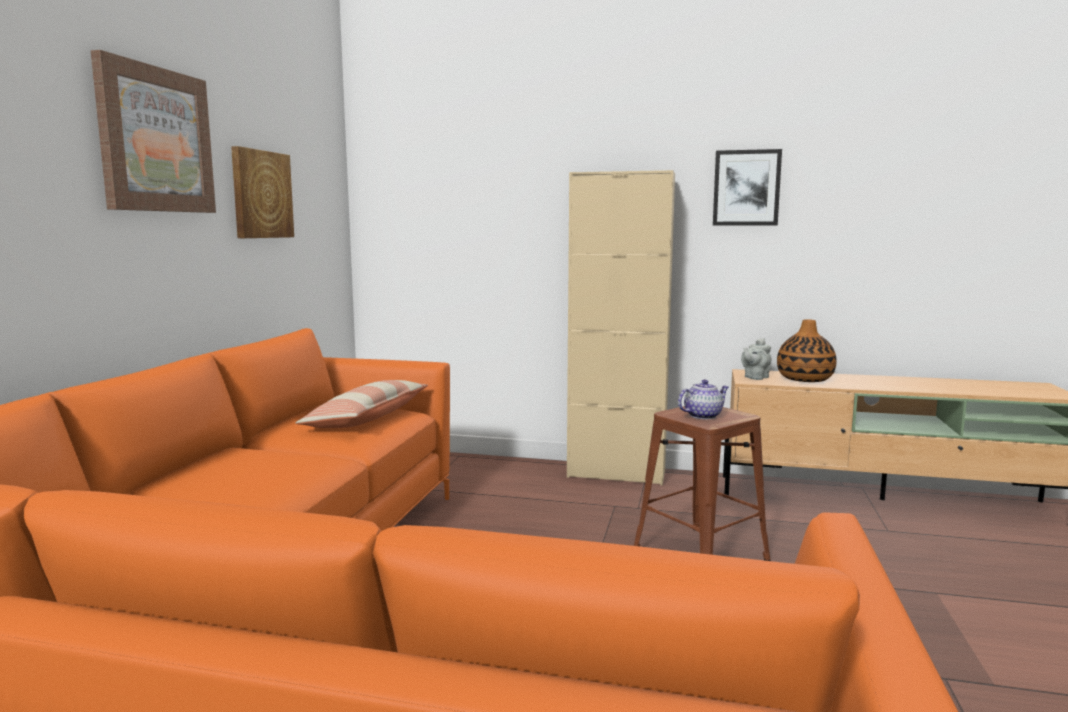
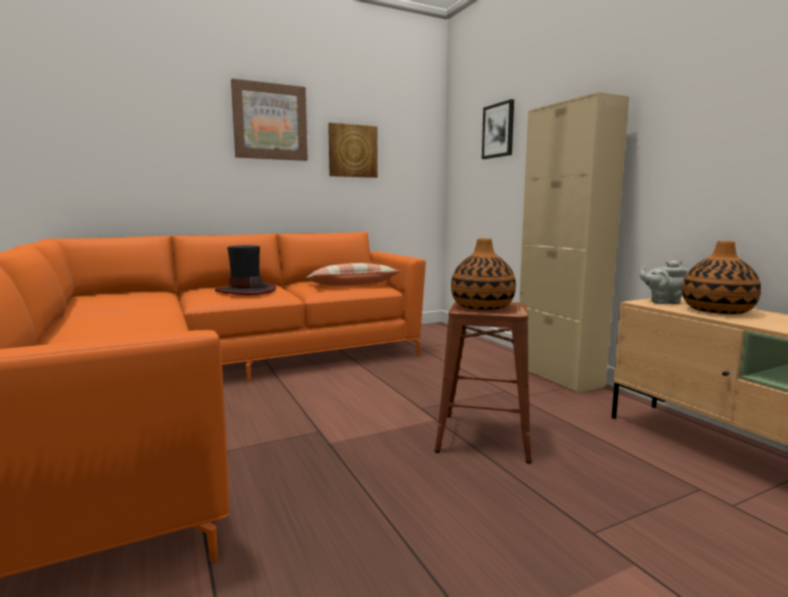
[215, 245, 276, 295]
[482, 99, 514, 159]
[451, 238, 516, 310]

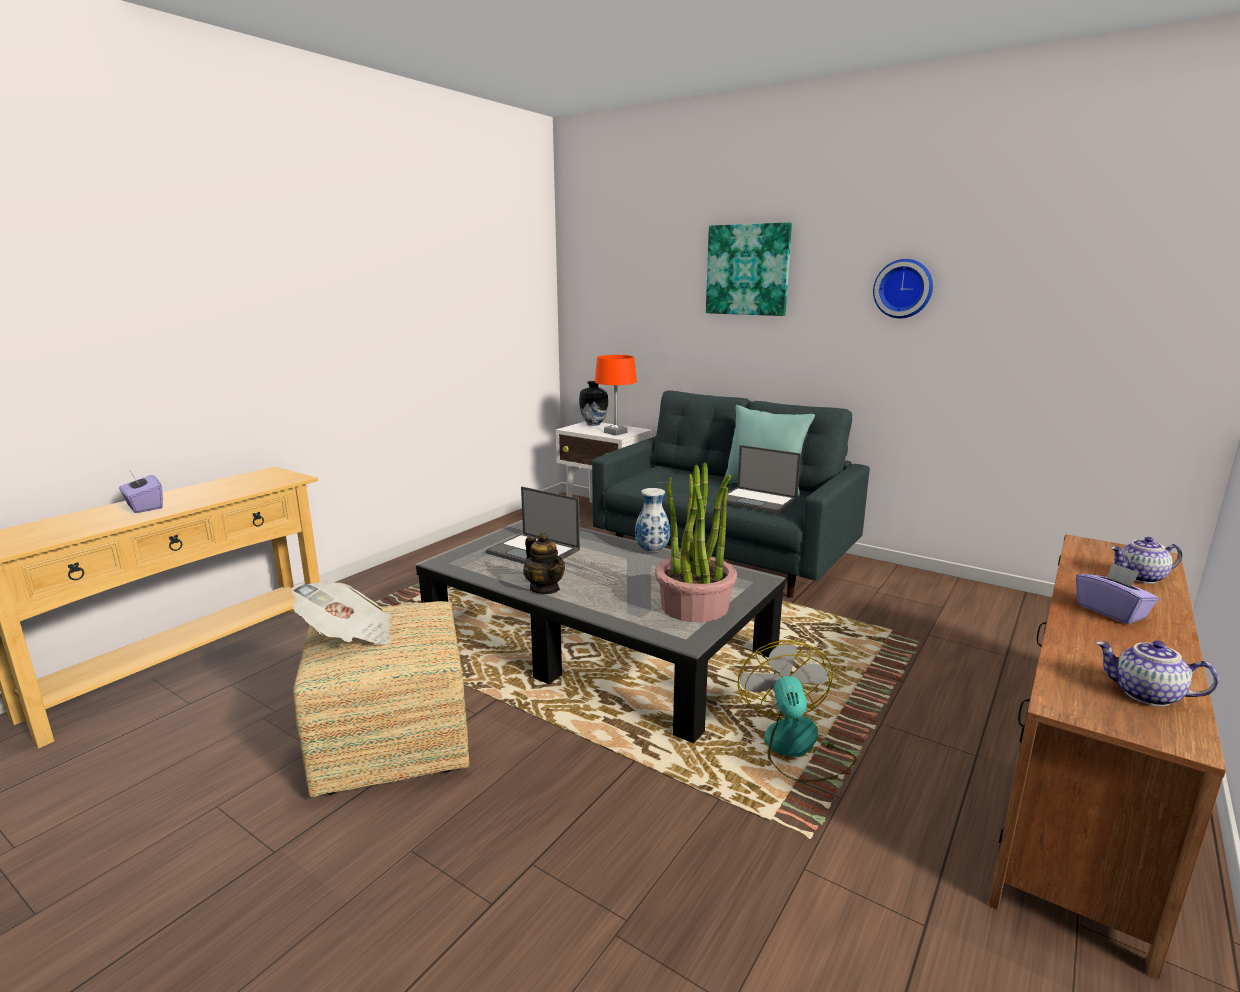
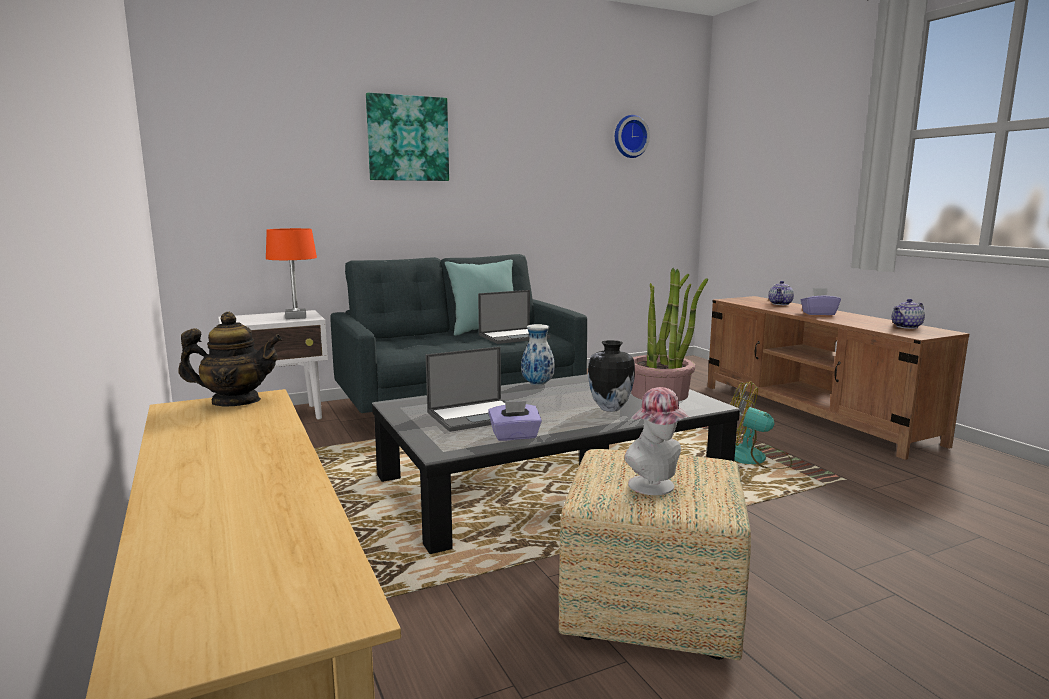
[488, 401, 542, 441]
[178, 312, 282, 407]
[588, 340, 635, 412]
[615, 115, 650, 158]
[625, 387, 691, 495]

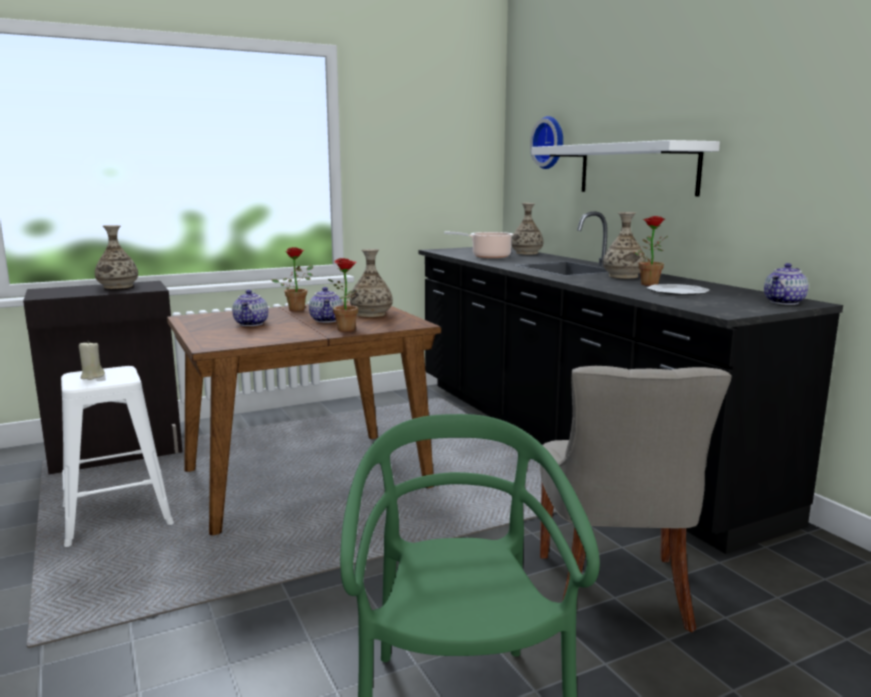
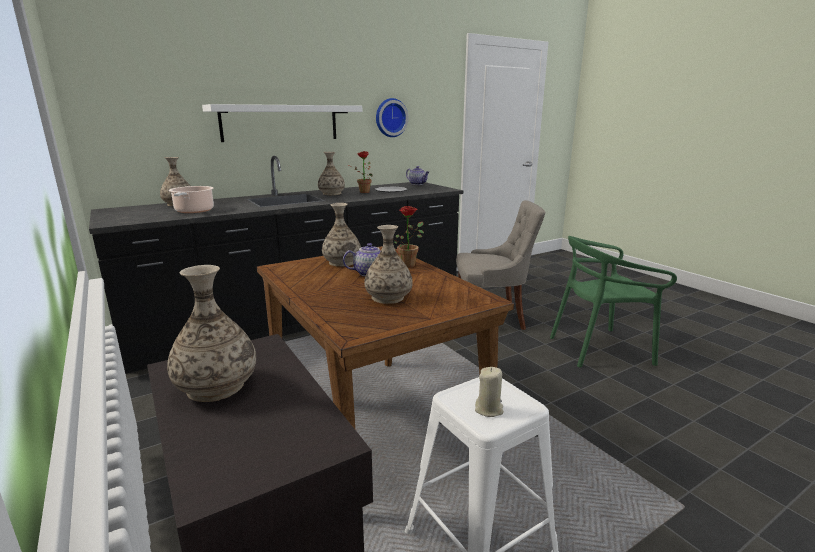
[271, 247, 313, 311] (first image)
[376, 98, 408, 137]
[364, 225, 413, 304]

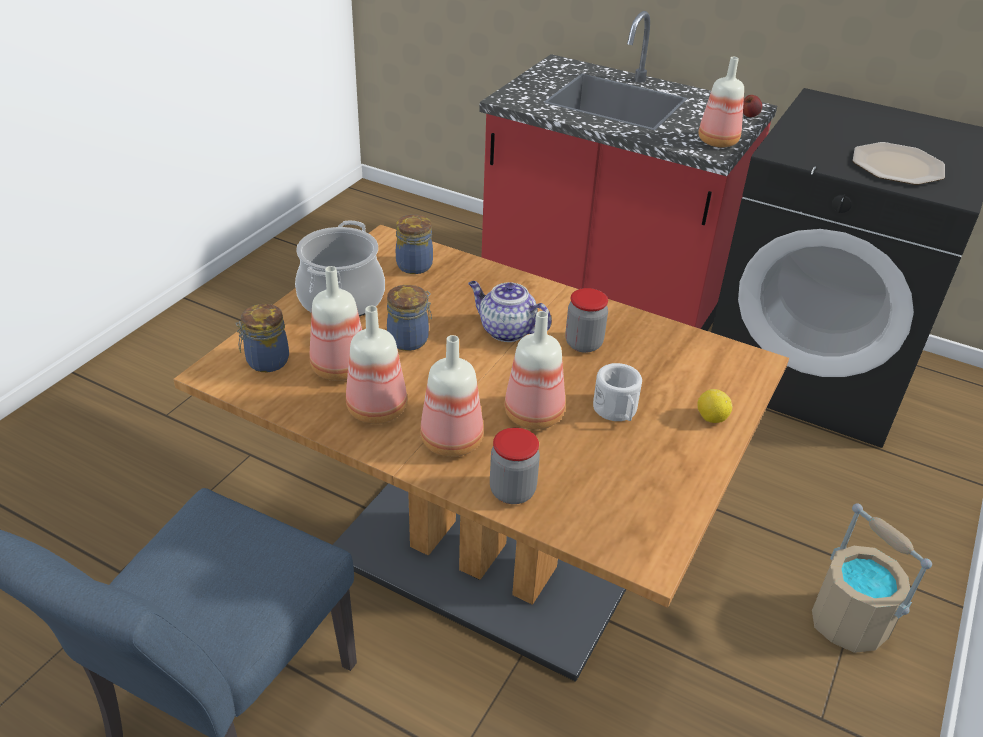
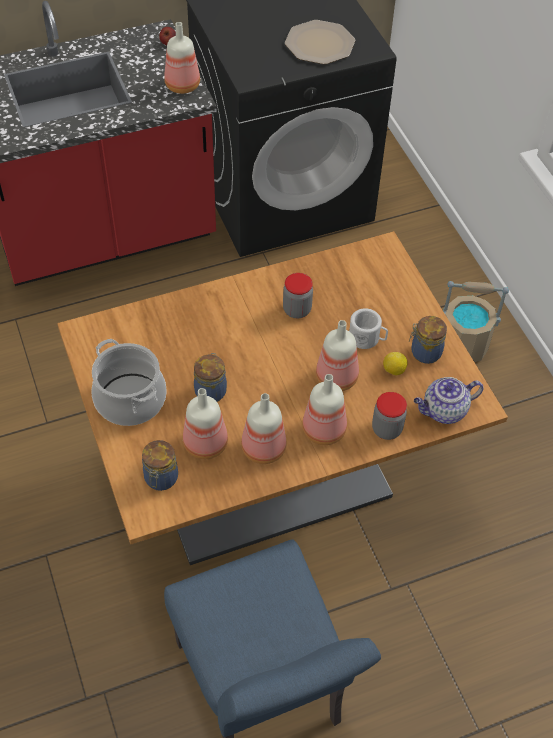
[409, 316, 447, 364]
[414, 377, 483, 424]
[383, 352, 408, 375]

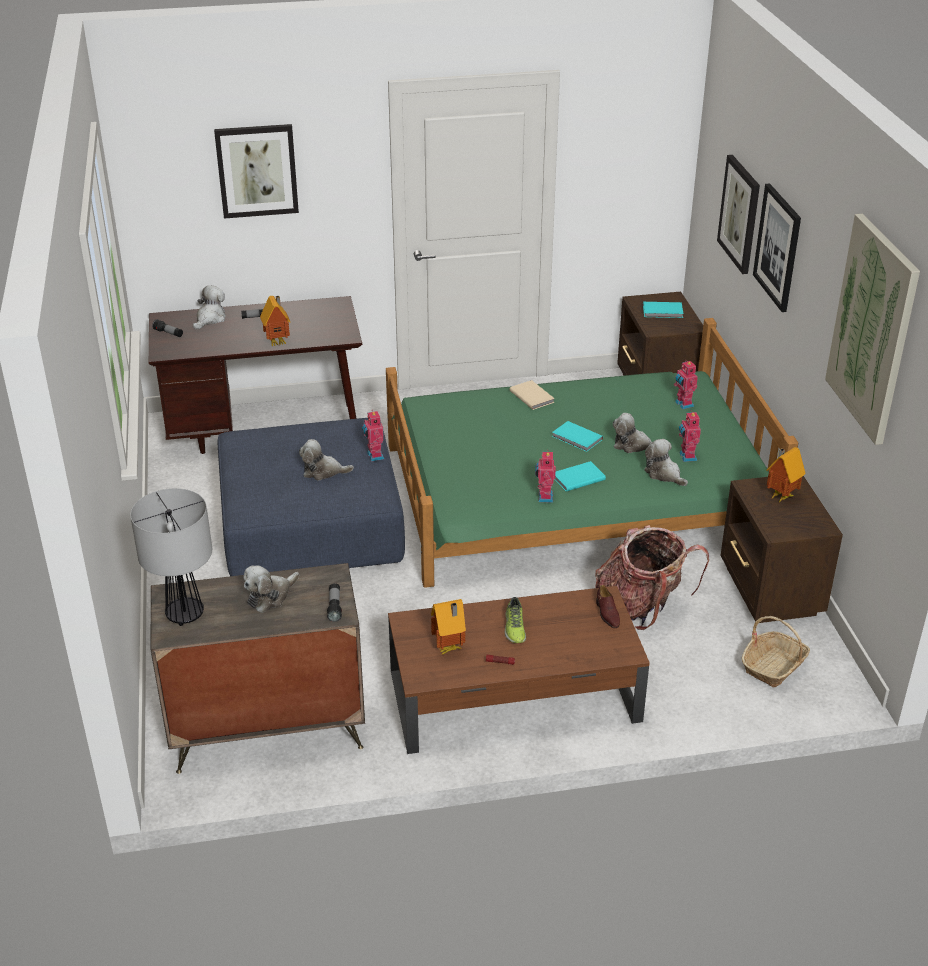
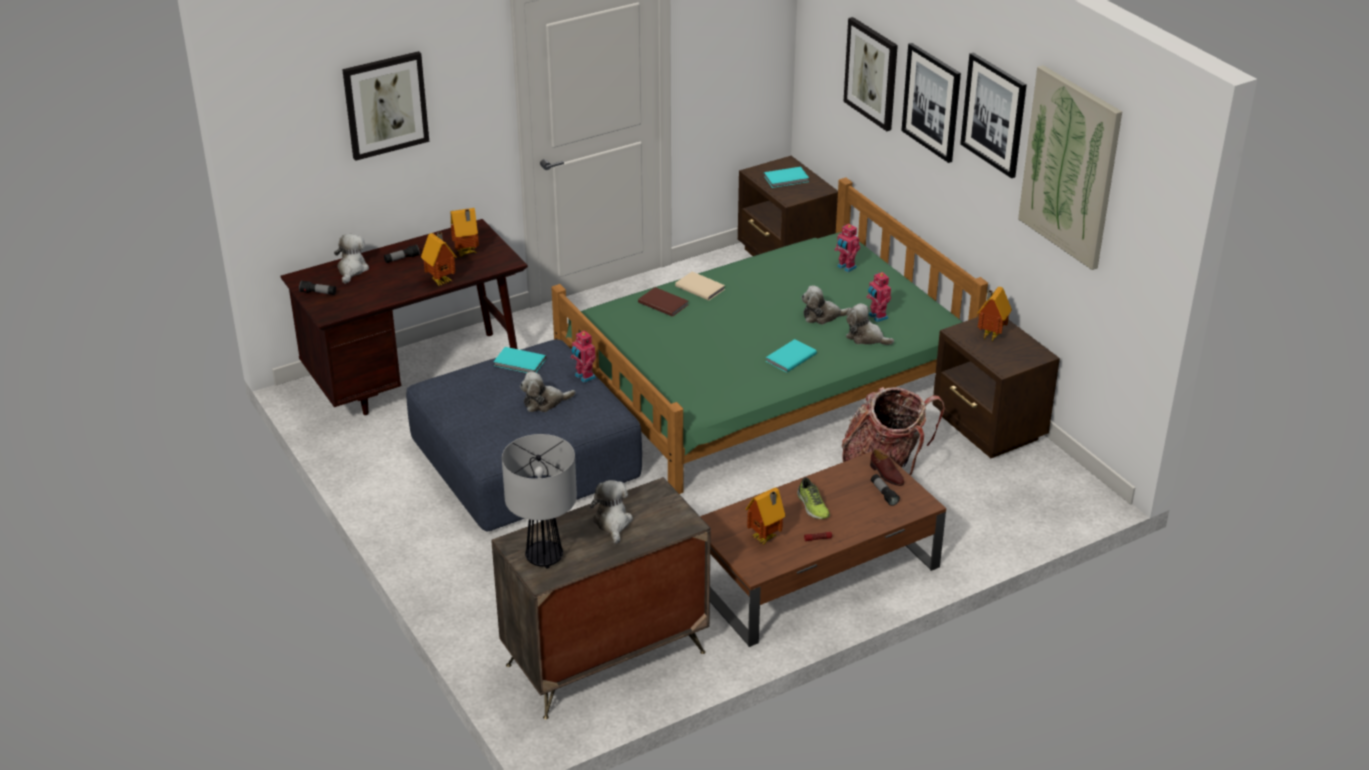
[535, 452, 556, 503] (first image)
[742, 616, 810, 687] (first image)
[451, 208, 479, 256]
[638, 287, 688, 317]
[960, 52, 1027, 178]
[871, 474, 900, 506]
[494, 347, 546, 373]
[590, 480, 633, 544]

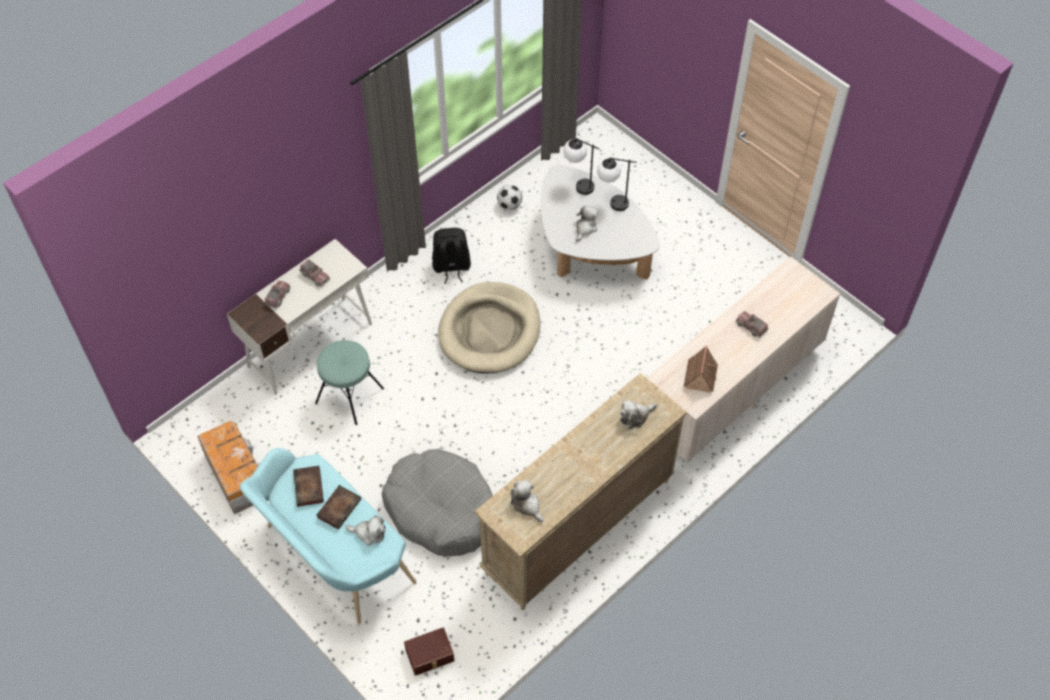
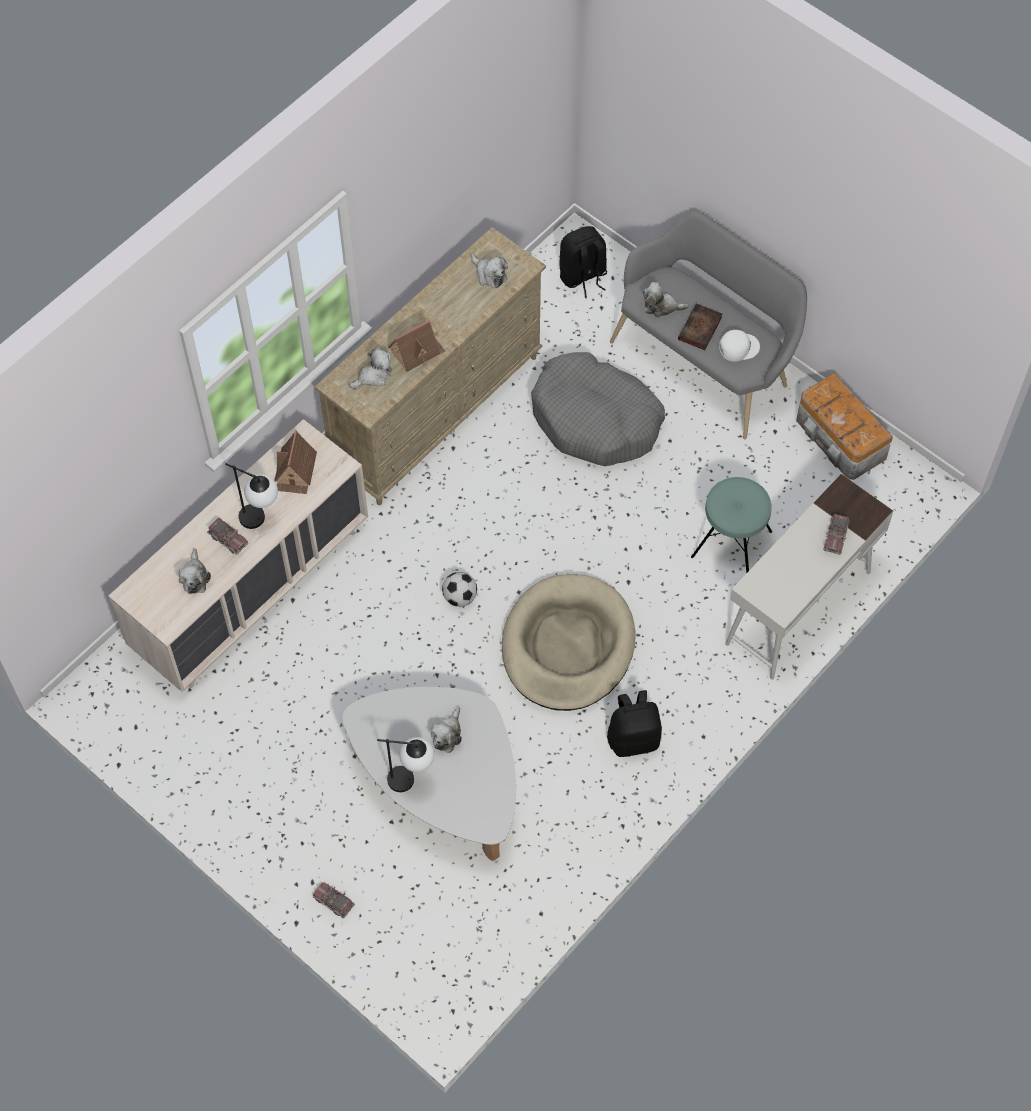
[178, 549, 211, 594]
[388, 320, 445, 372]
[313, 882, 355, 919]
[442, 572, 477, 607]
[225, 463, 278, 529]
[719, 330, 760, 362]
[559, 226, 607, 298]
[610, 211, 807, 439]

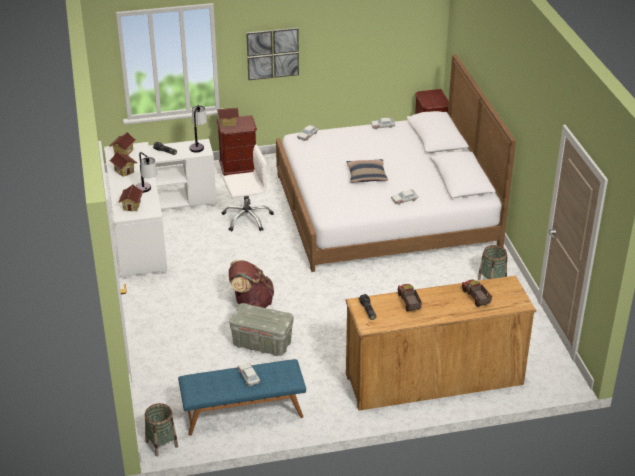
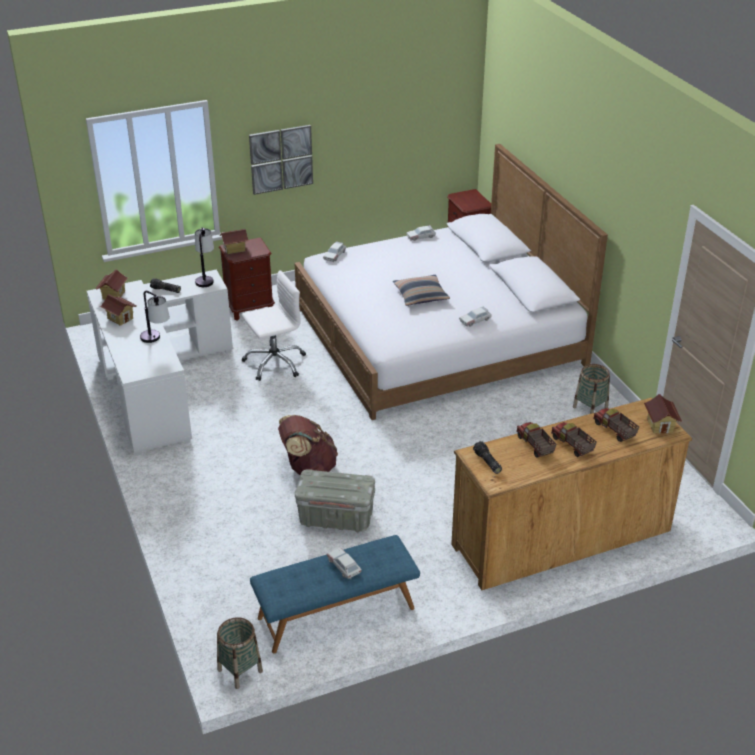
[551, 422, 597, 457]
[644, 394, 682, 434]

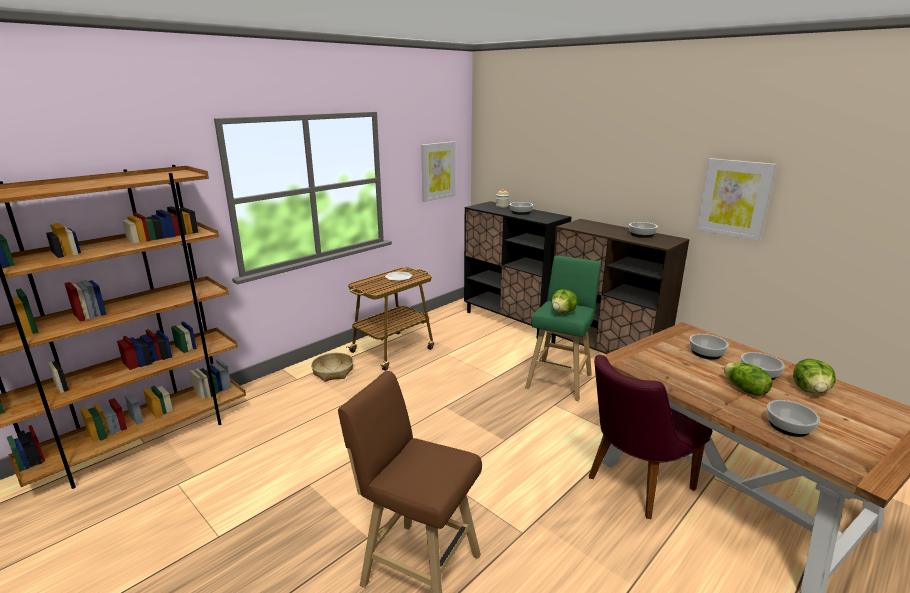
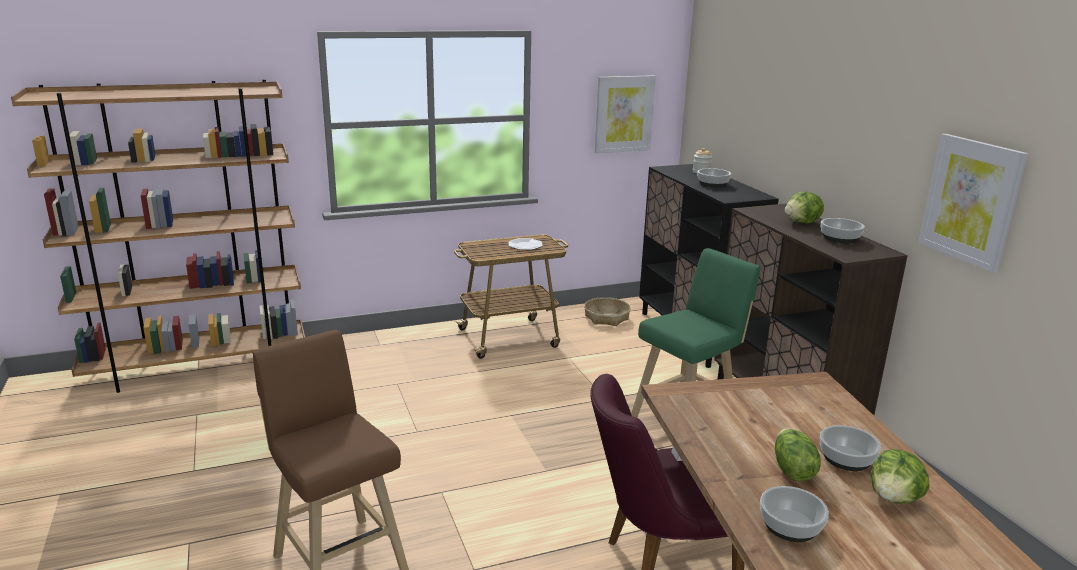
[689, 334, 729, 360] (first image)
[584, 297, 631, 326]
[785, 192, 824, 224]

